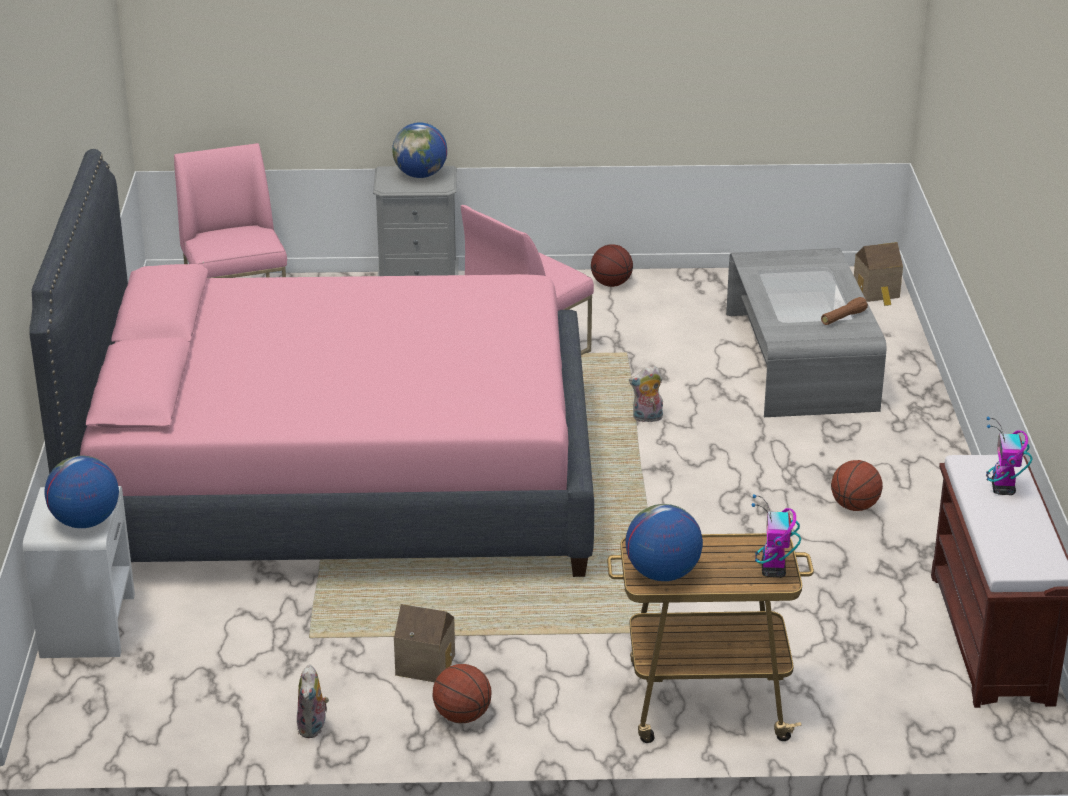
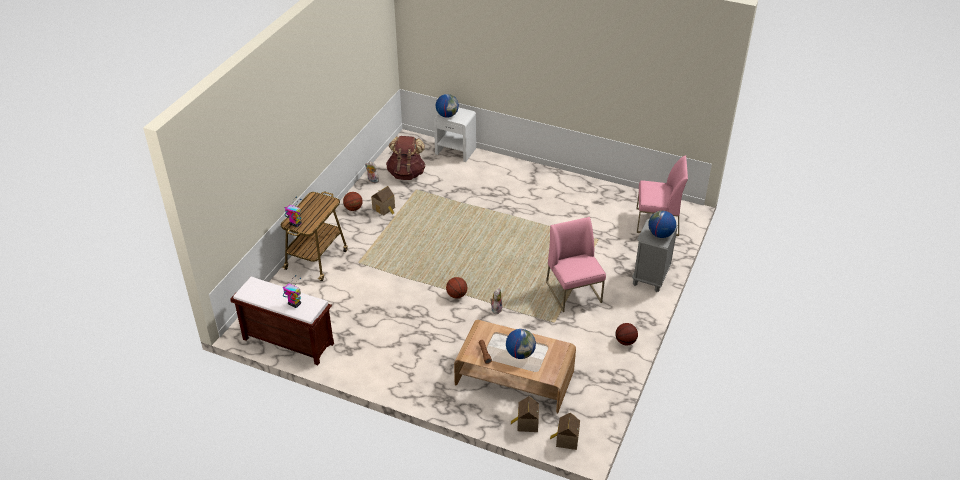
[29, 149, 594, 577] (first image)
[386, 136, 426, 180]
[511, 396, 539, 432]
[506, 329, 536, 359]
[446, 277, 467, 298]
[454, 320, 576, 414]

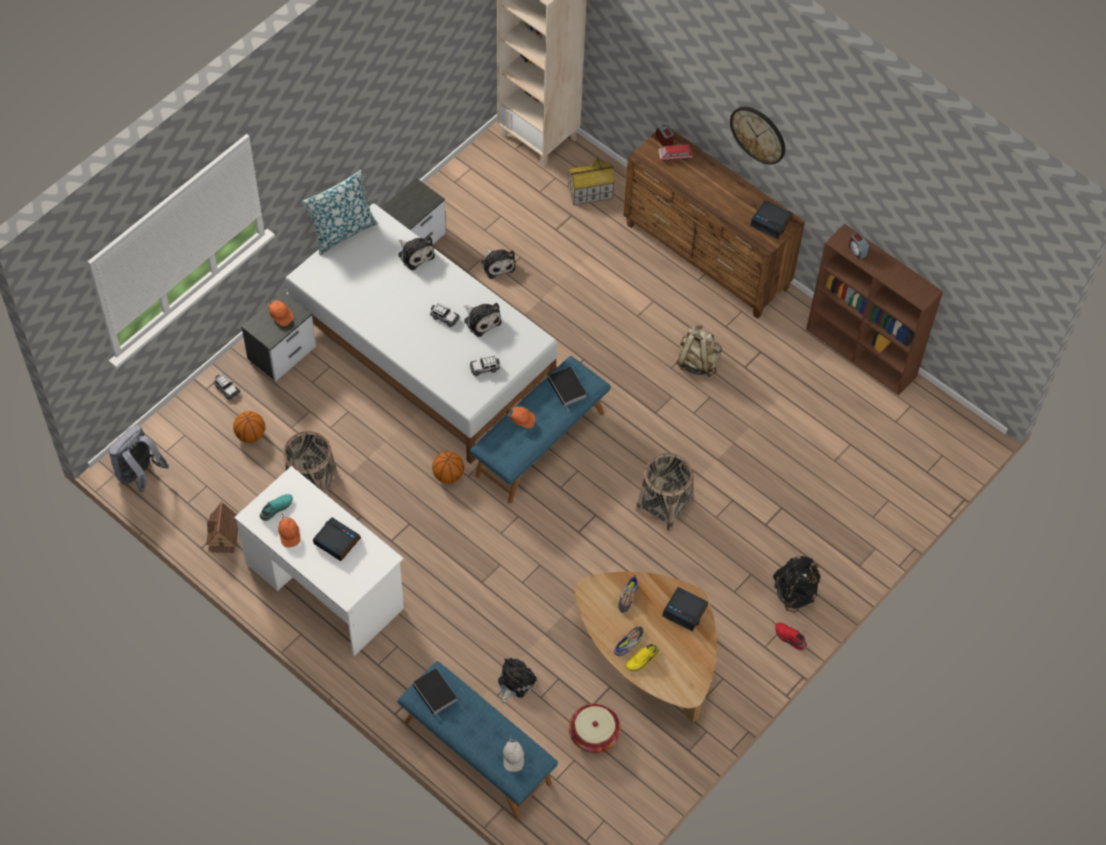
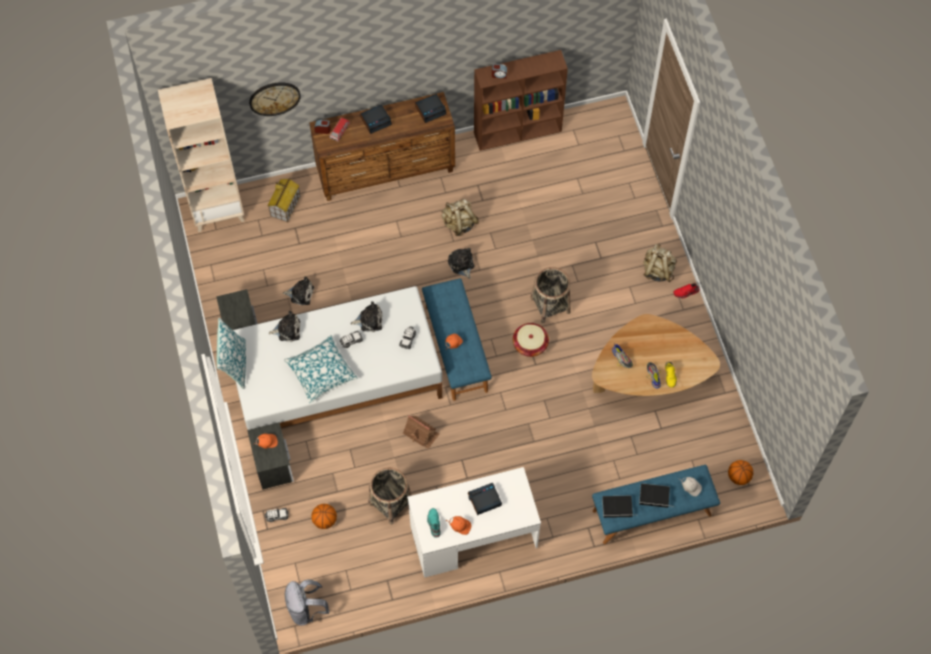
[284, 335, 358, 403]
[403, 416, 439, 449]
[728, 460, 753, 485]
[448, 248, 474, 279]
[639, 483, 671, 508]
[513, 323, 549, 357]
[360, 104, 392, 134]
[249, 82, 301, 116]
[643, 244, 677, 283]

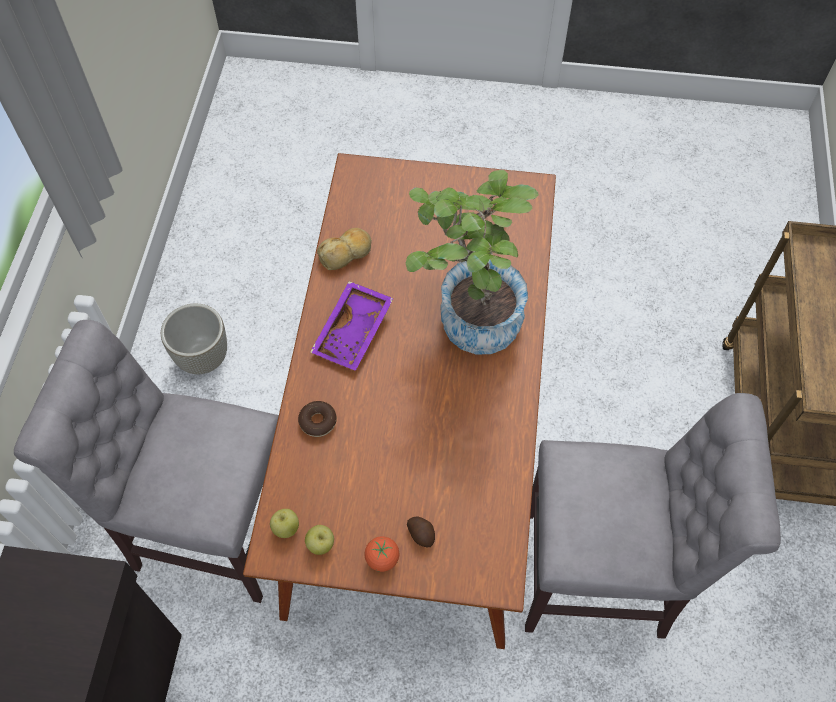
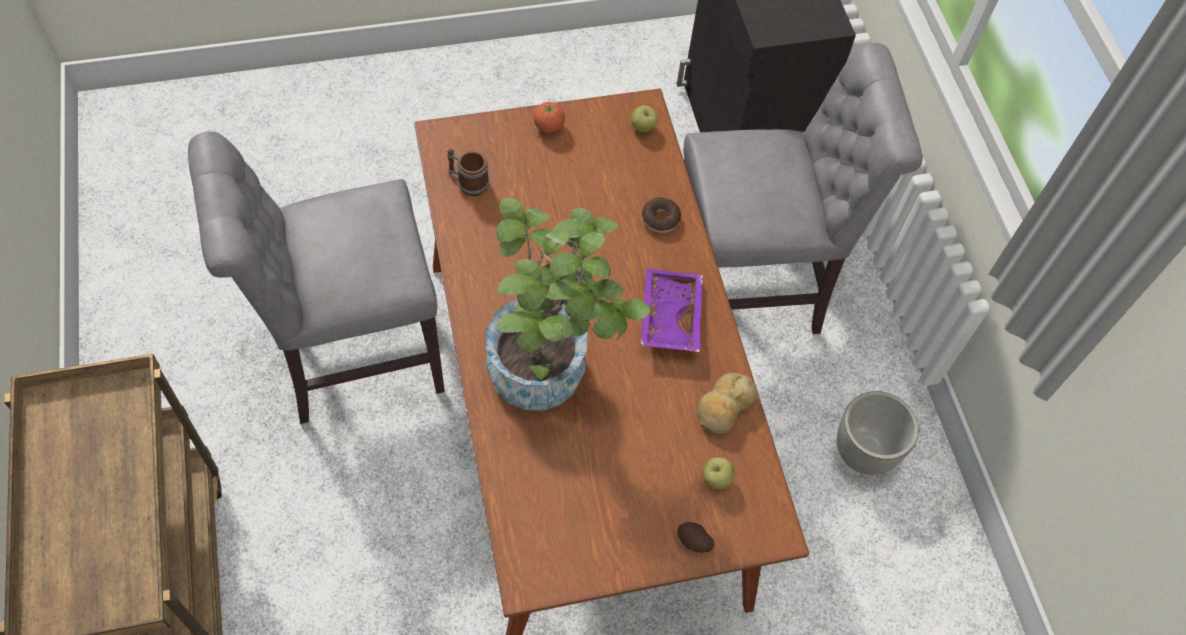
[447, 149, 490, 196]
[703, 457, 734, 489]
[677, 522, 714, 553]

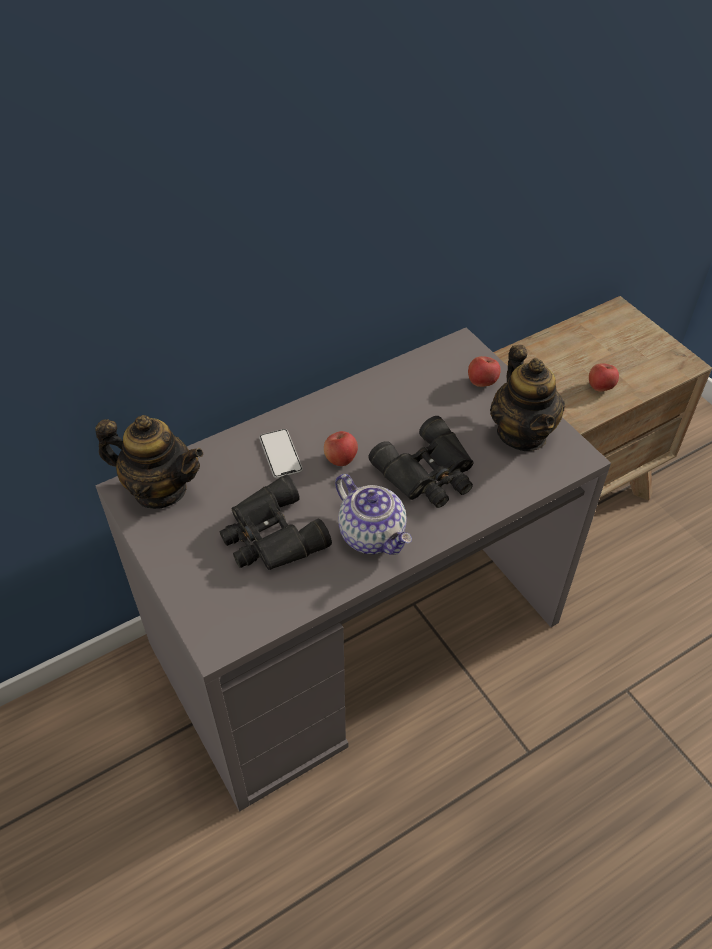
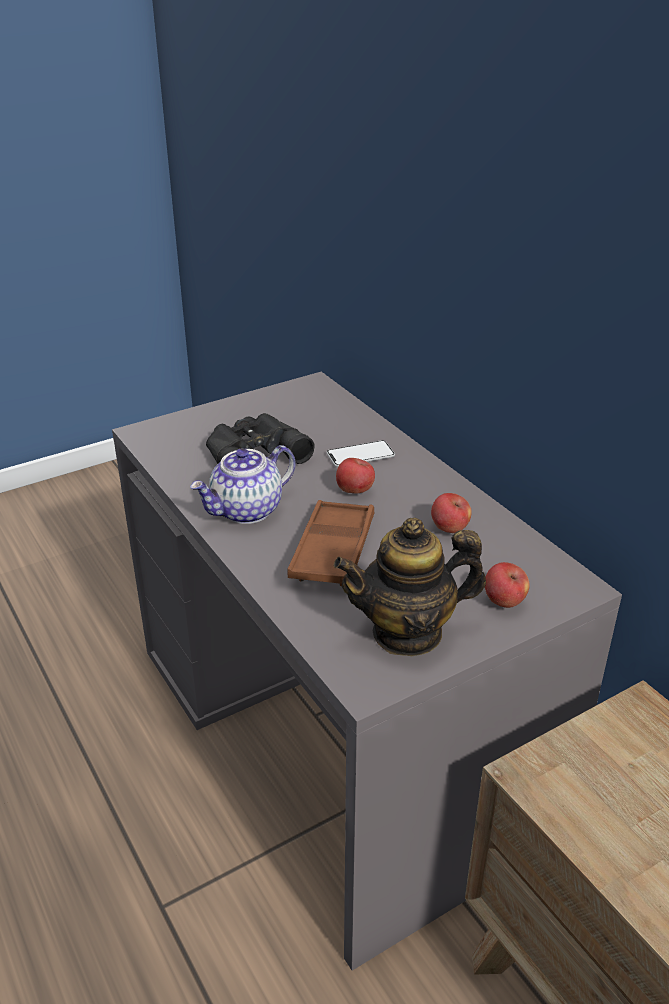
[95, 415, 204, 509] (first image)
[431, 493, 472, 533]
[287, 500, 375, 586]

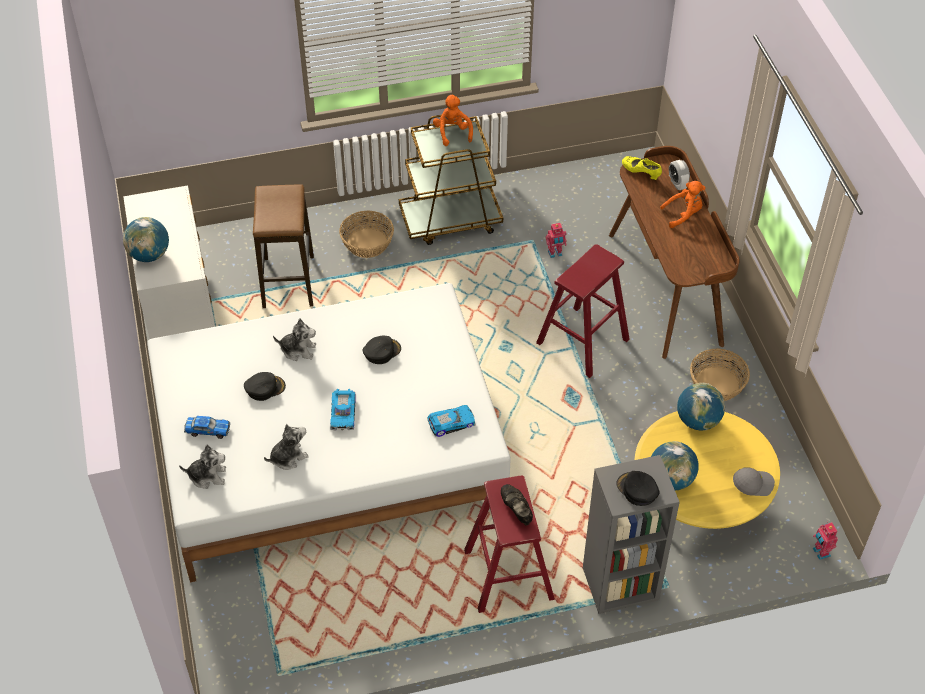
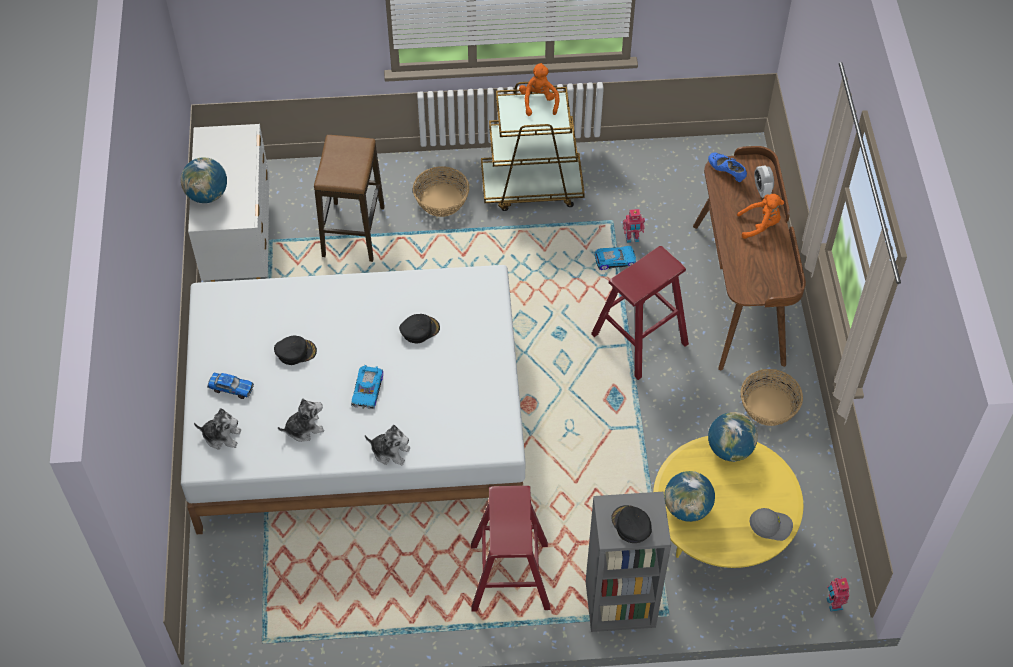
[501, 484, 533, 525] (first image)
[365, 425, 410, 465]
[595, 246, 636, 270]
[708, 152, 747, 182]

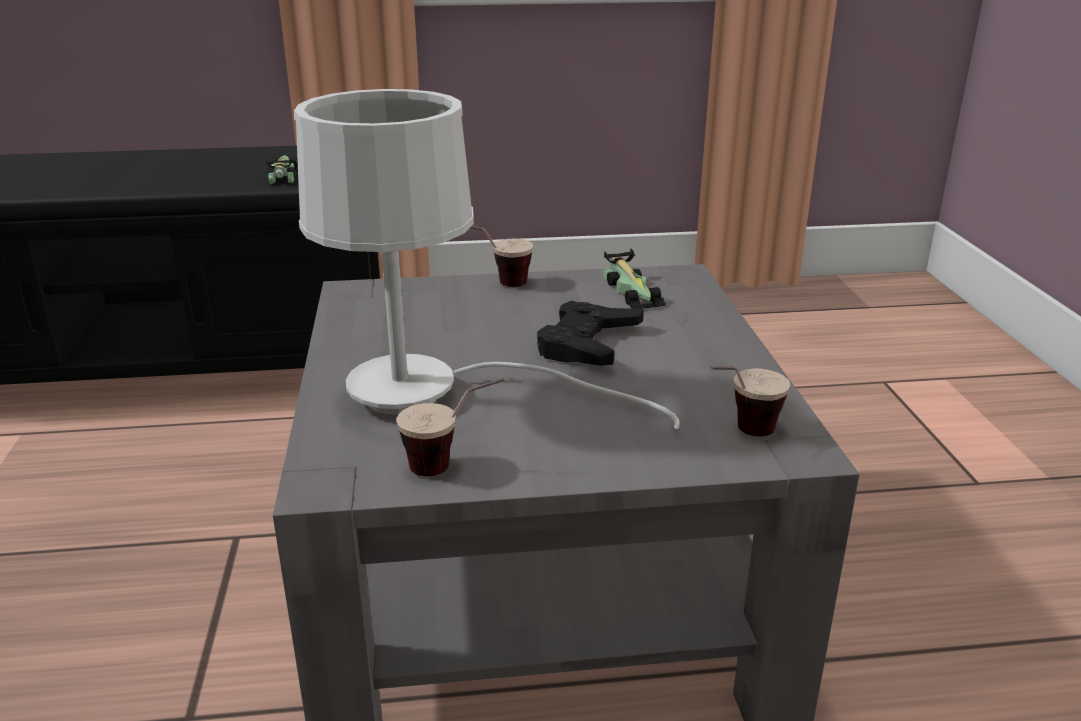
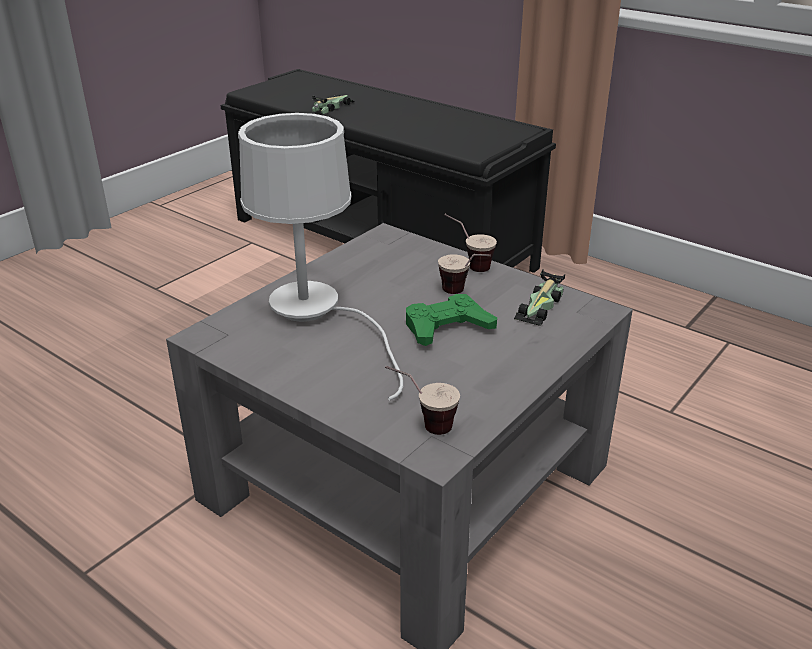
[312, 95, 355, 114]
[438, 254, 491, 294]
[406, 294, 497, 346]

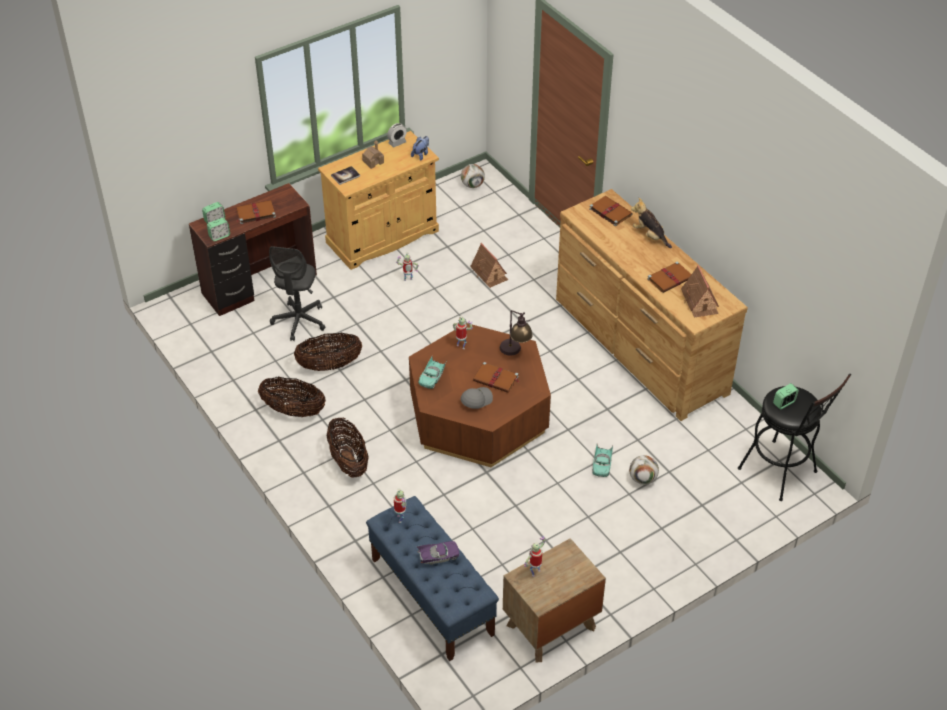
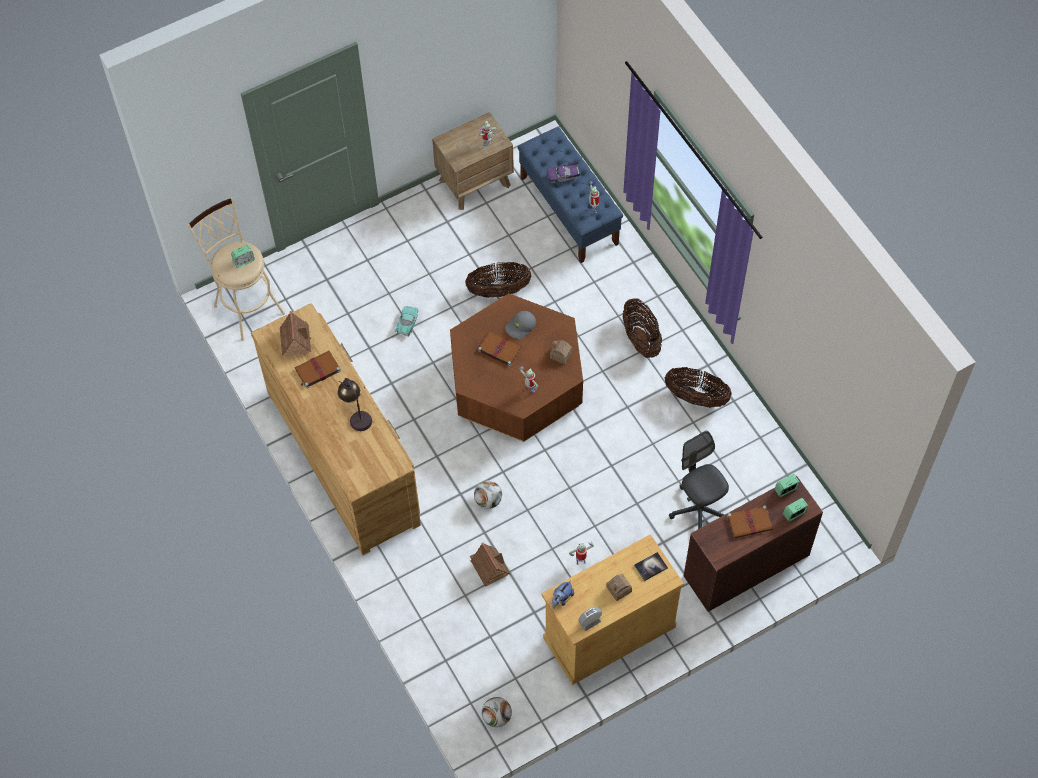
[589, 196, 633, 226] (first image)
[631, 198, 672, 248] (first image)
[465, 262, 531, 298]
[338, 378, 372, 431]
[474, 481, 502, 509]
[550, 340, 572, 365]
[188, 198, 285, 341]
[669, 431, 729, 529]

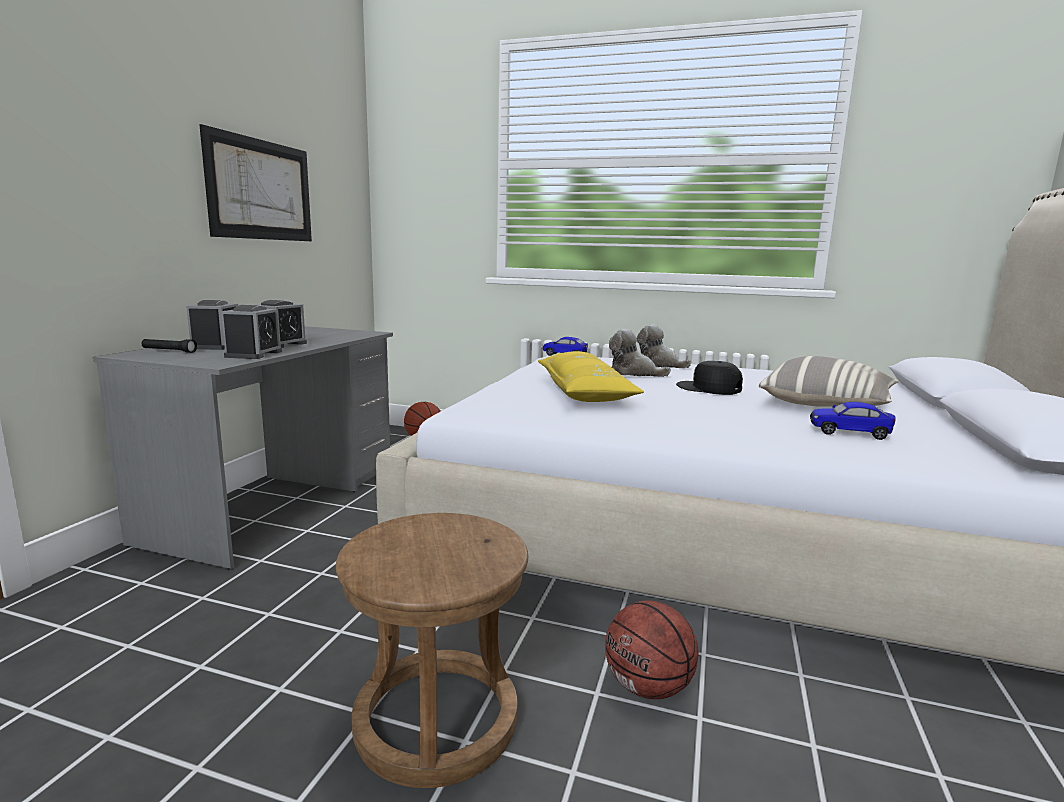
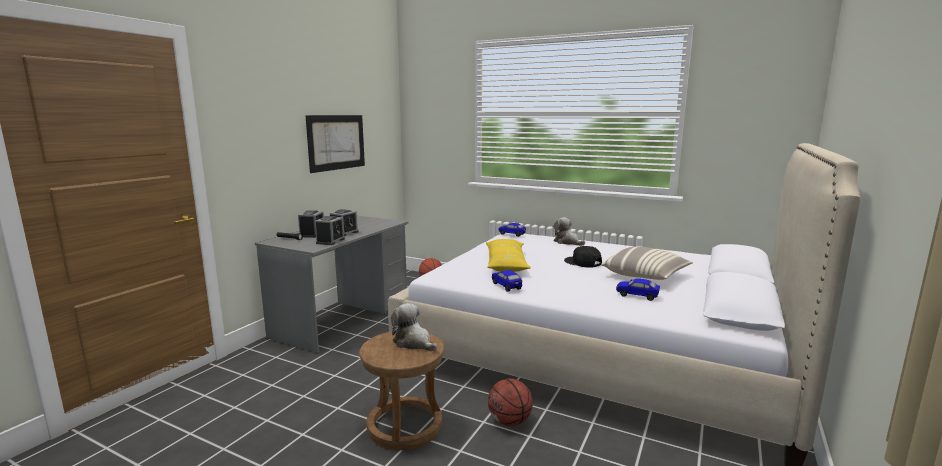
[492, 270, 522, 292]
[391, 303, 437, 352]

